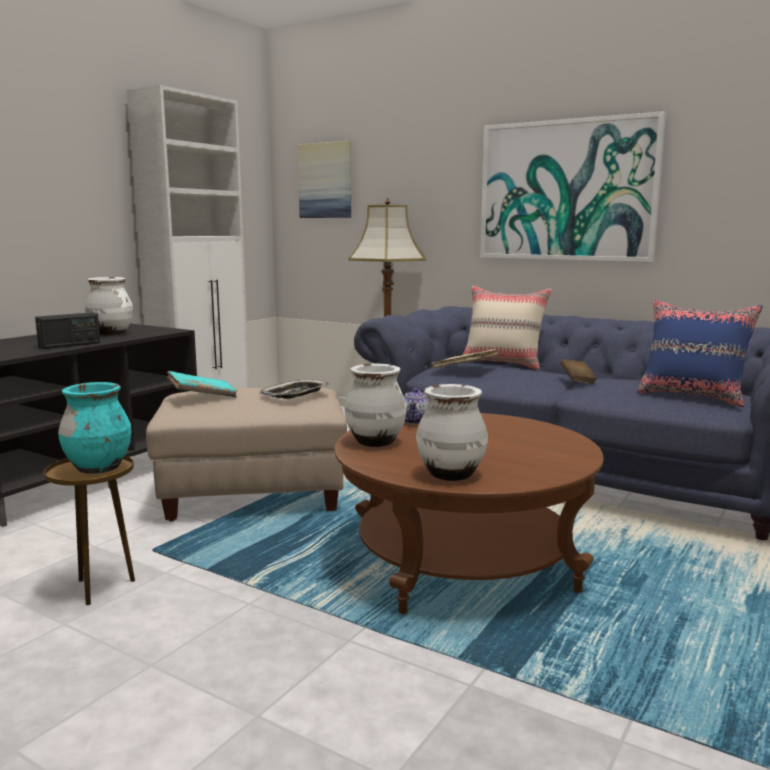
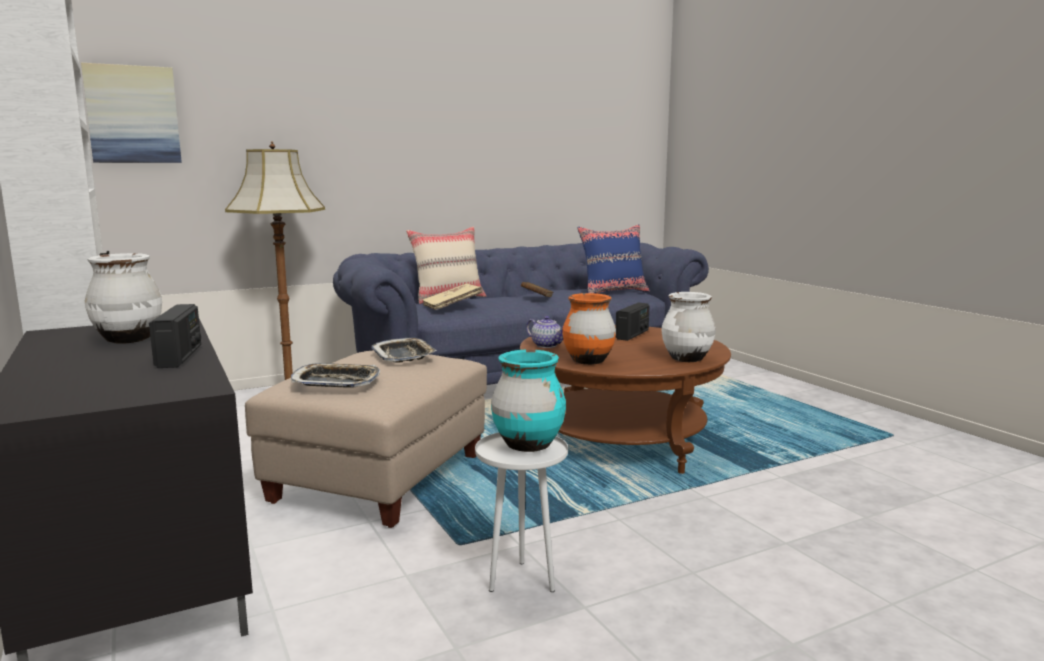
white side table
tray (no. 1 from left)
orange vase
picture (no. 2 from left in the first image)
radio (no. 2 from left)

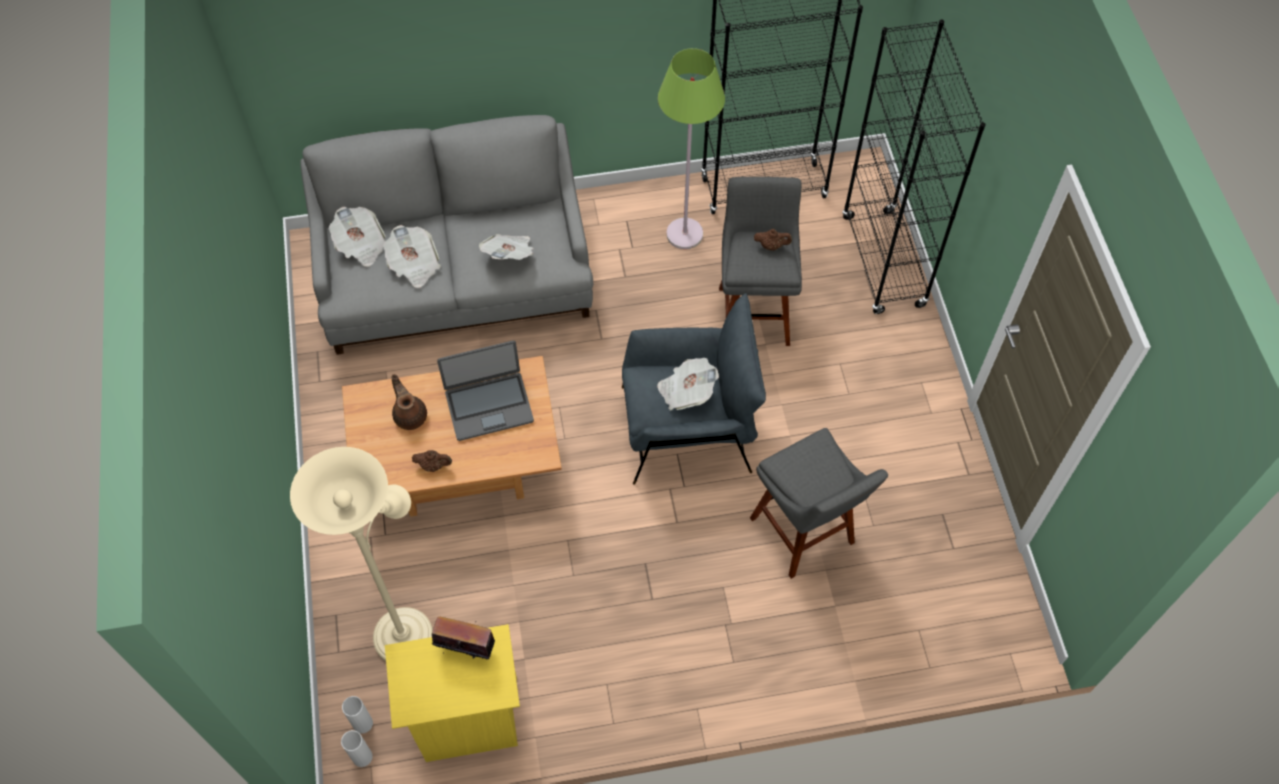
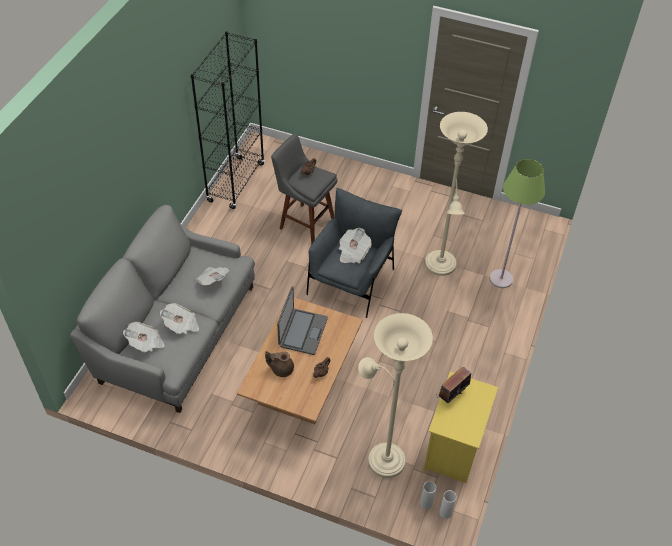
green floor lamp
beige floor lamp (no. 2 from left)
black bookcase (no. 2 from left in the first image)

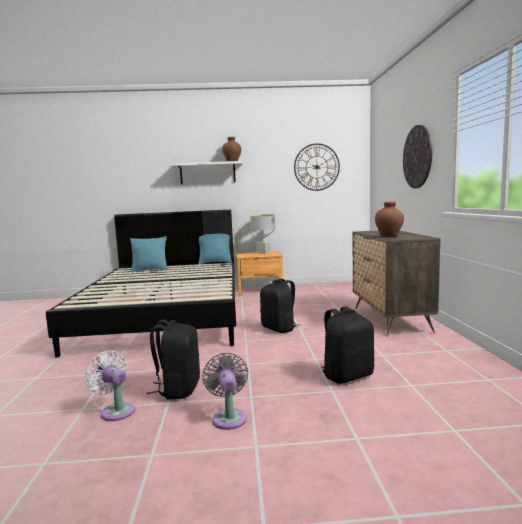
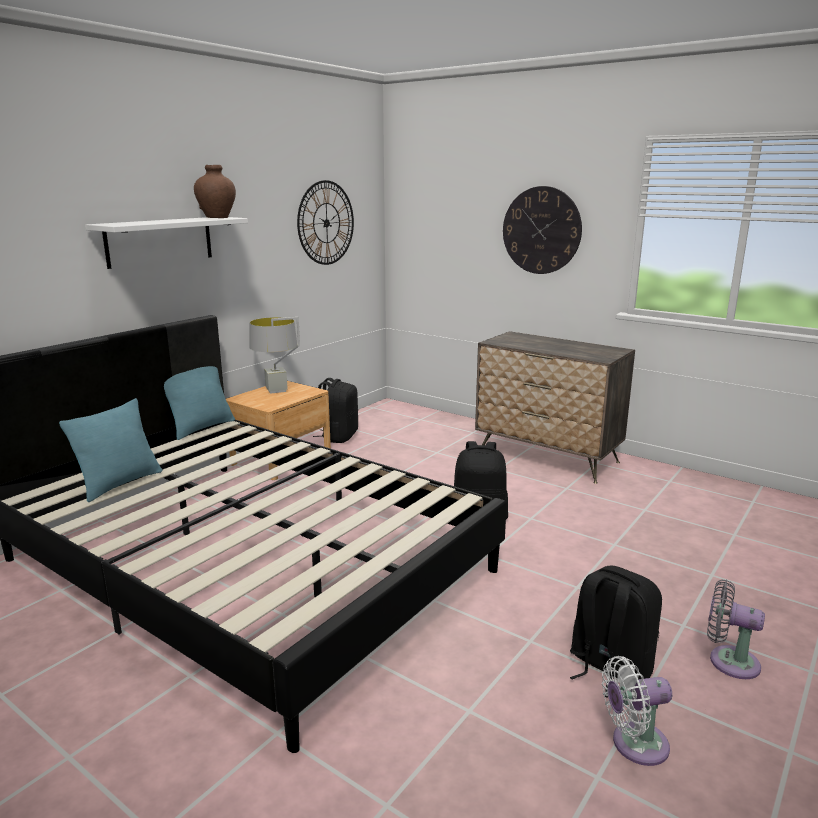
black backpack (no. 1 from left)
brown vase (no. 2 from left in the first image)

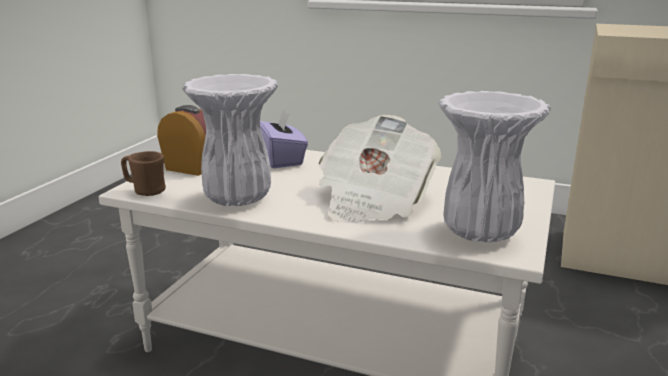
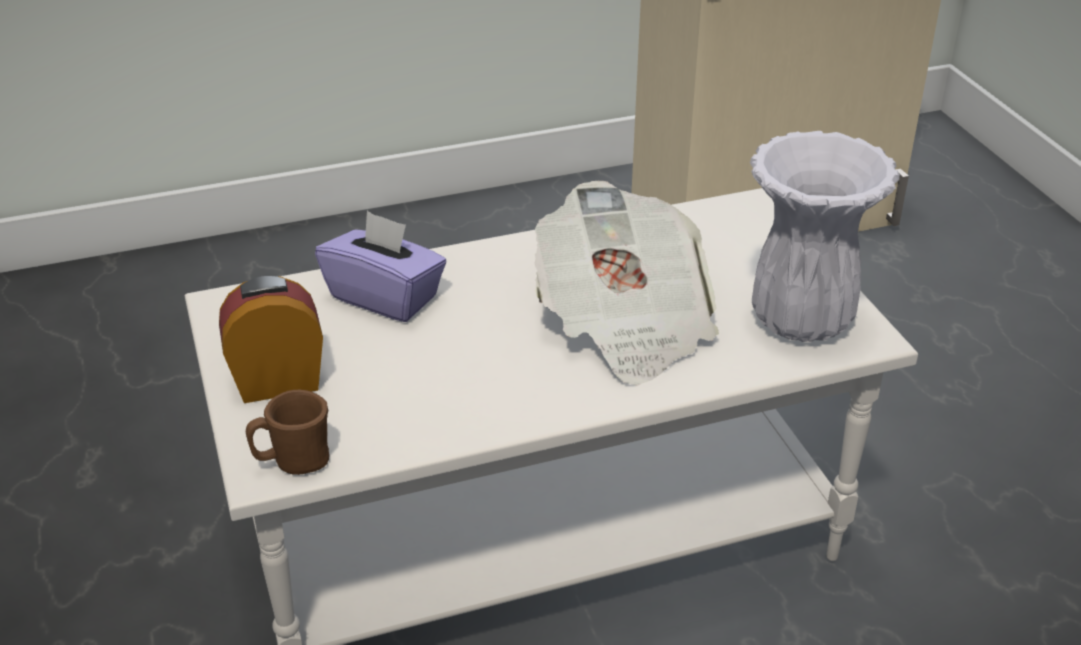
white vase (no. 1 from left in the first image)

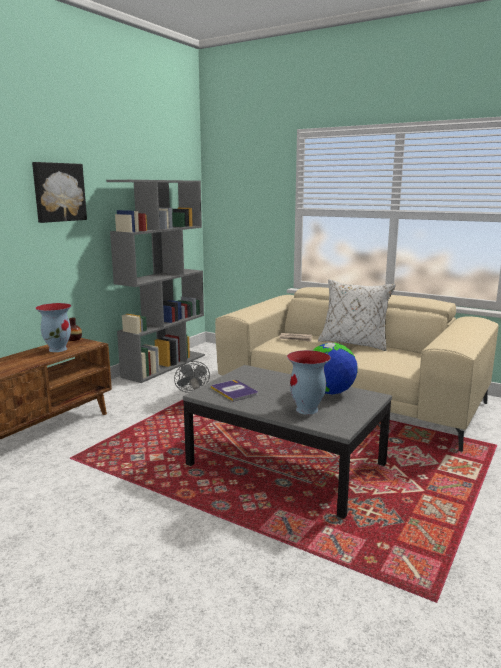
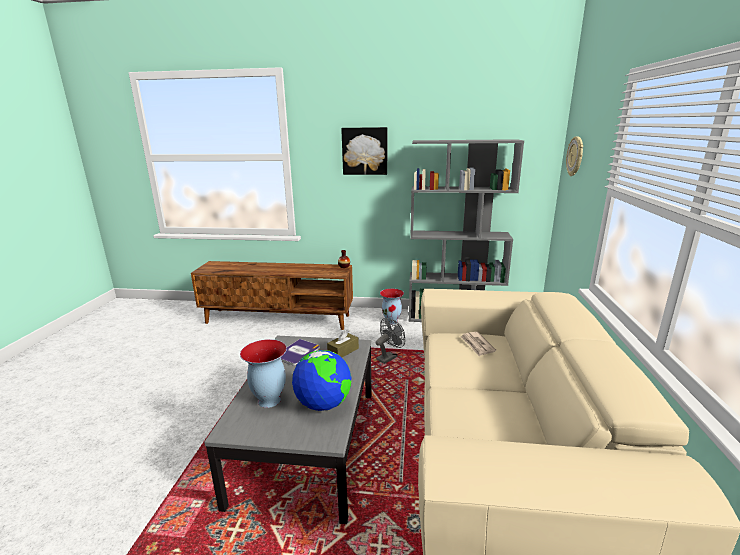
vase (no. 3 from left)
white pillow
brown tissue box
wall clock

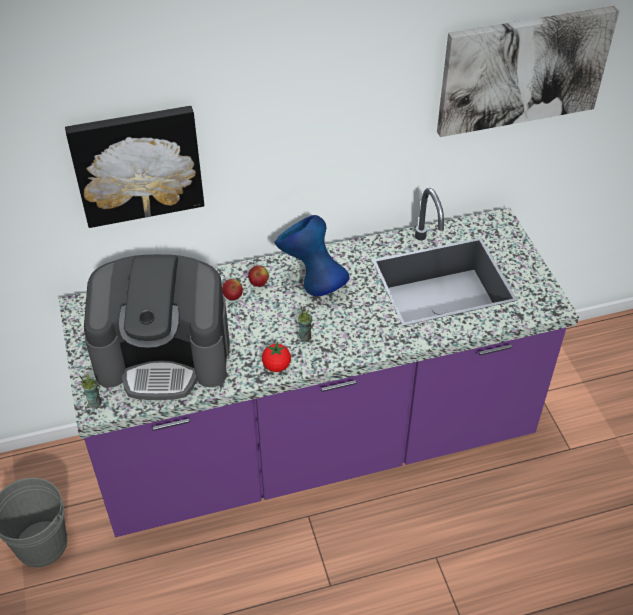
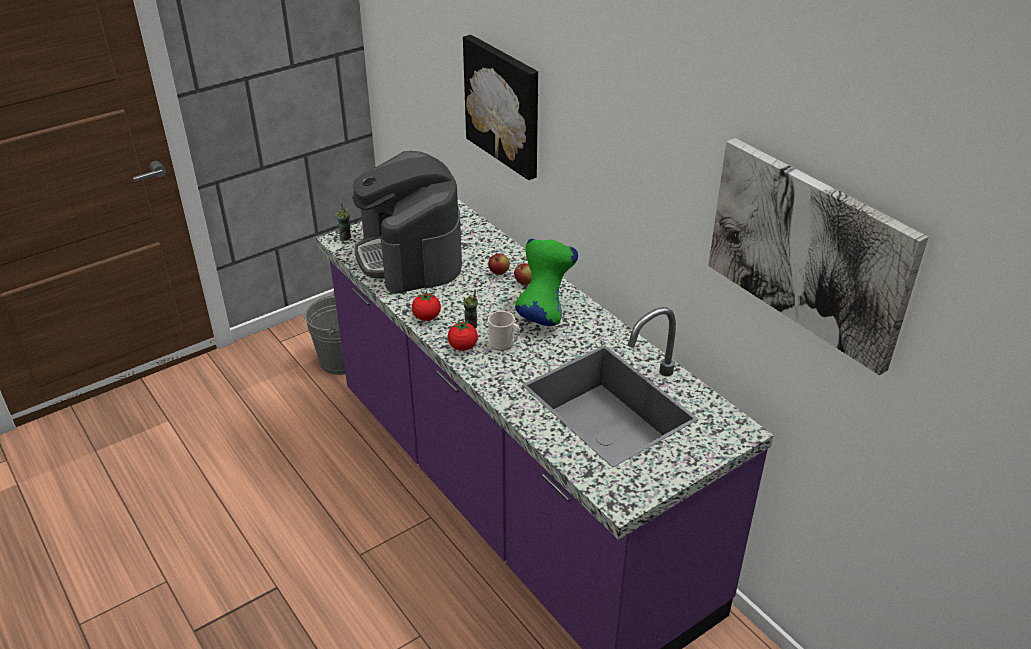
green vase
tomato (no. 2 from left)
mug

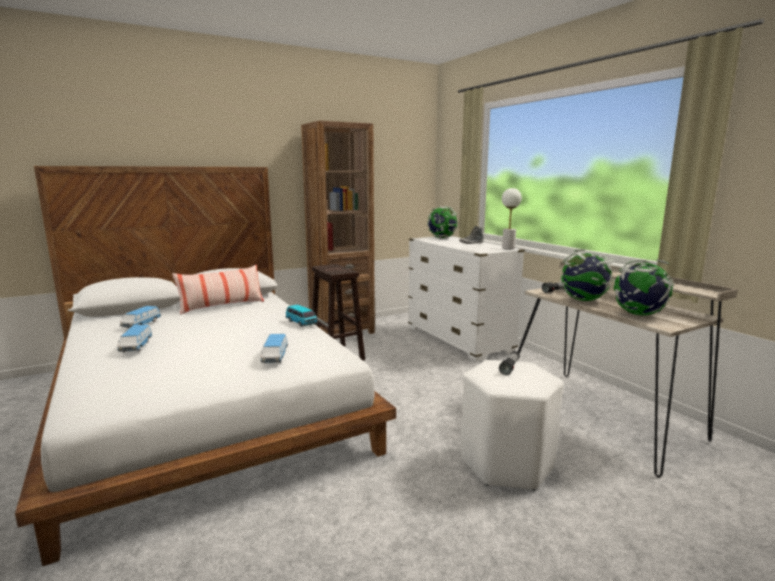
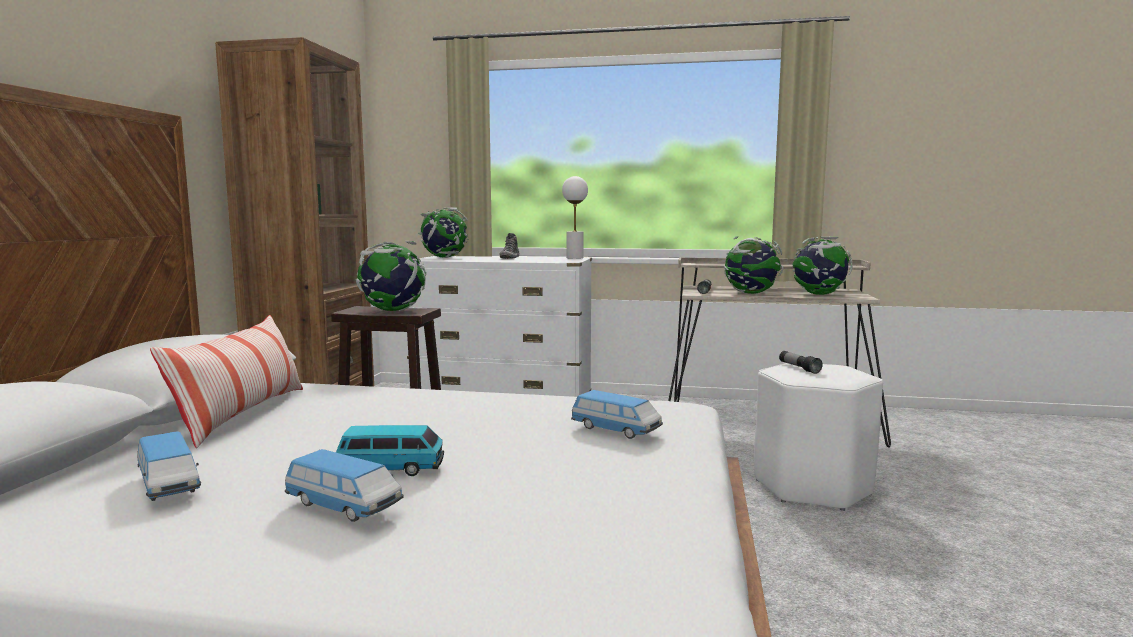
toy car (no. 3 from left)
globe (no. 1 from left)

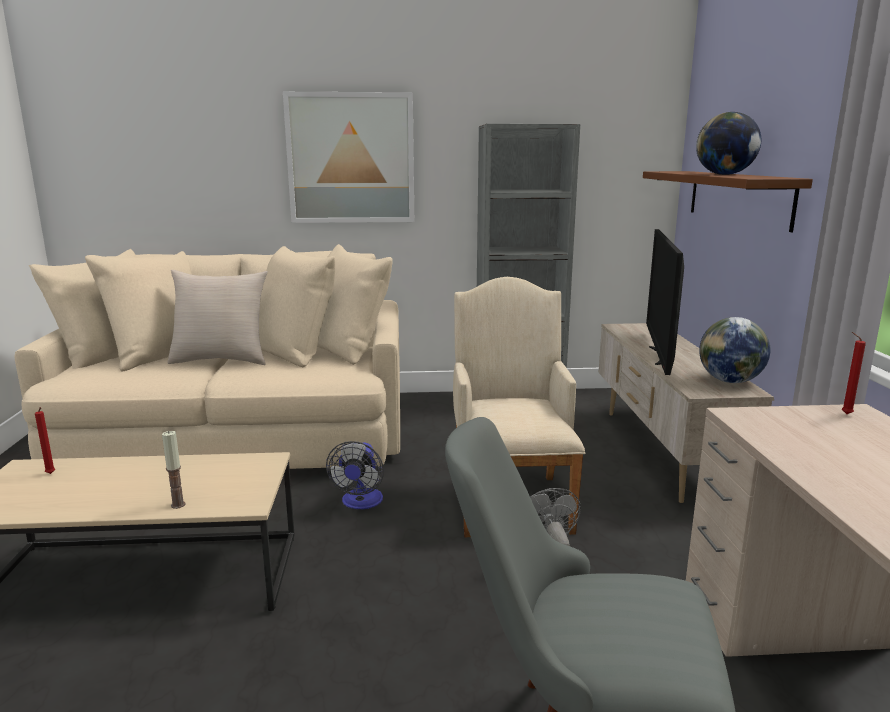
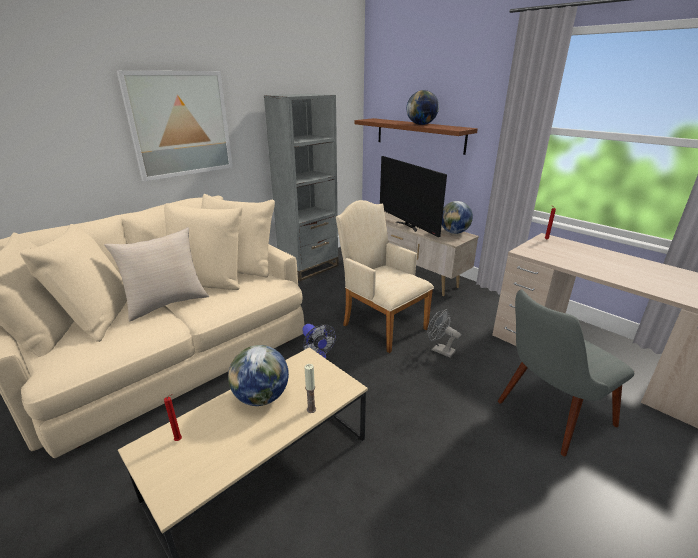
globe (no. 1 from left)

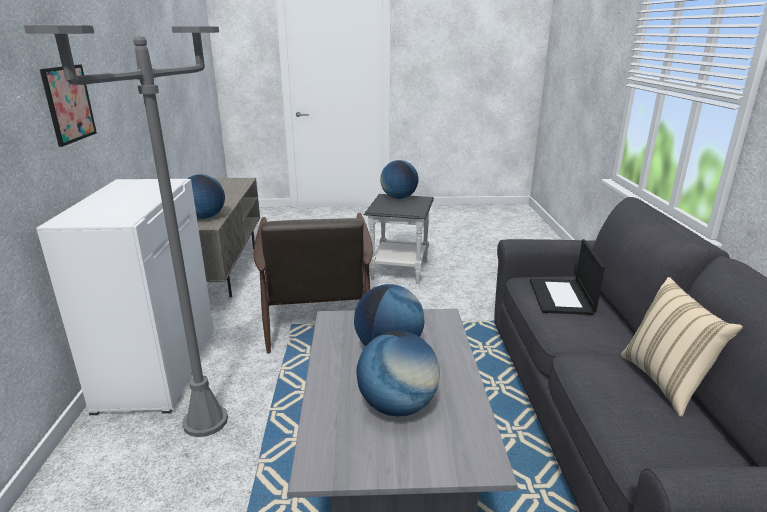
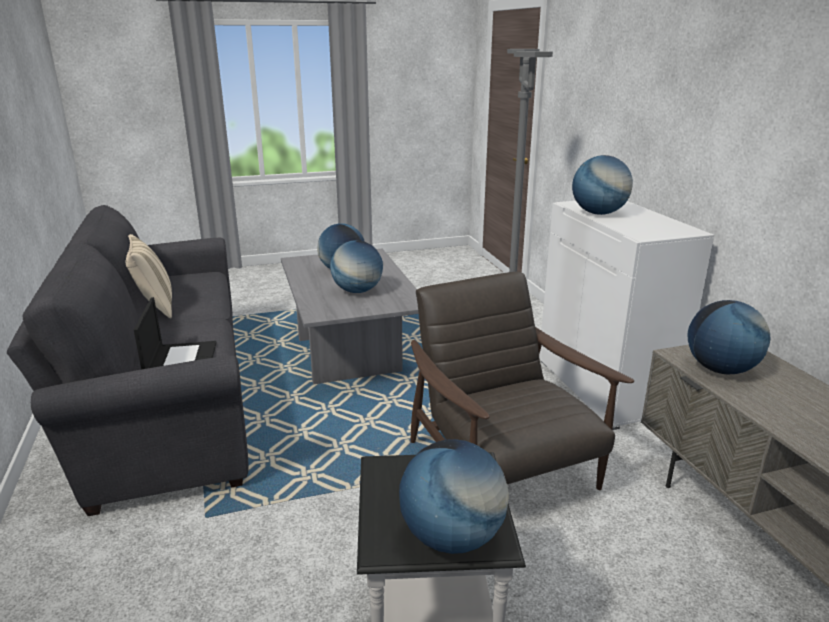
picture
globe (no. 4 from left)

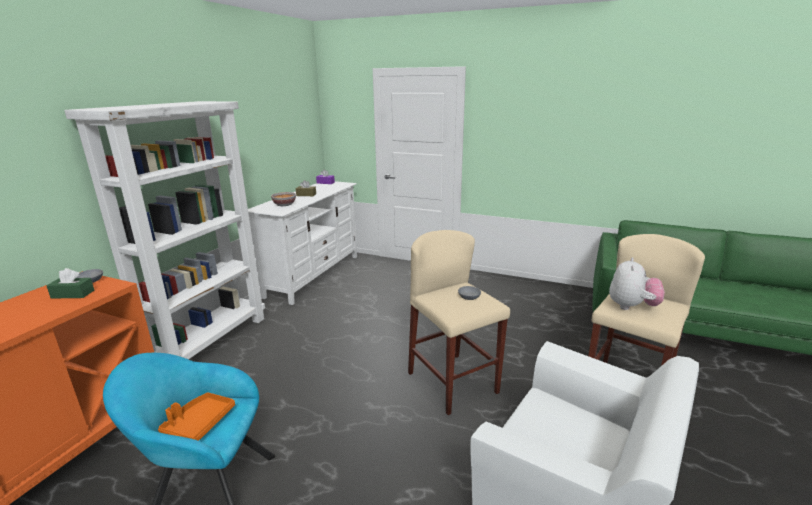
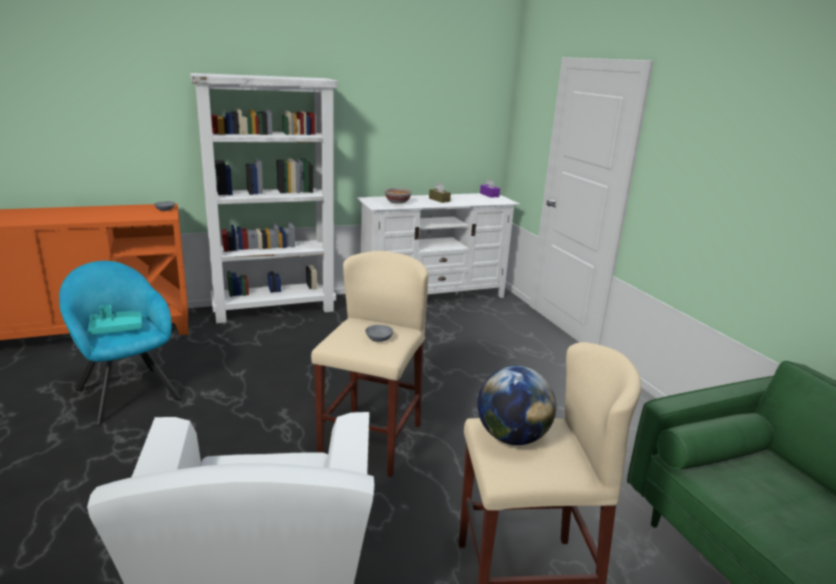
green tissue box
turquoise tray
globe

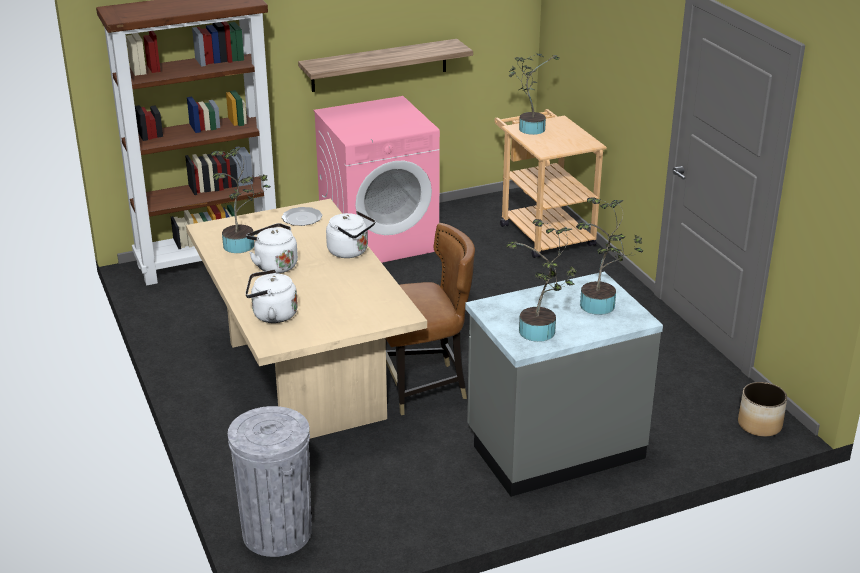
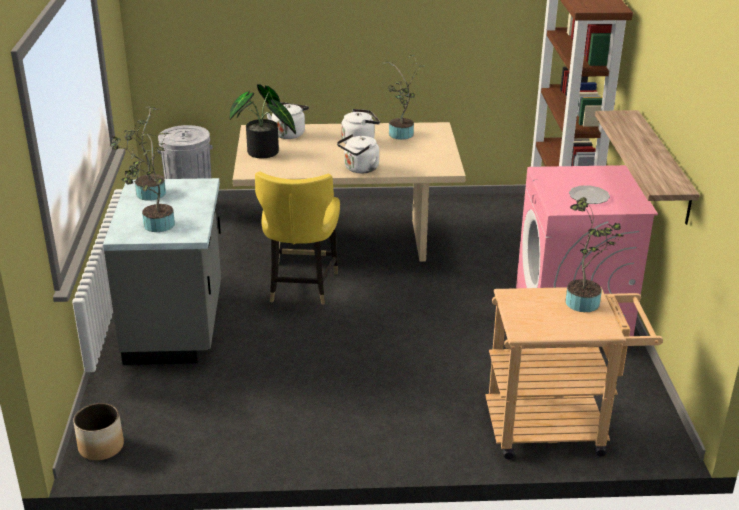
plate
yellow chair
potted plant (no. 3 from left)

